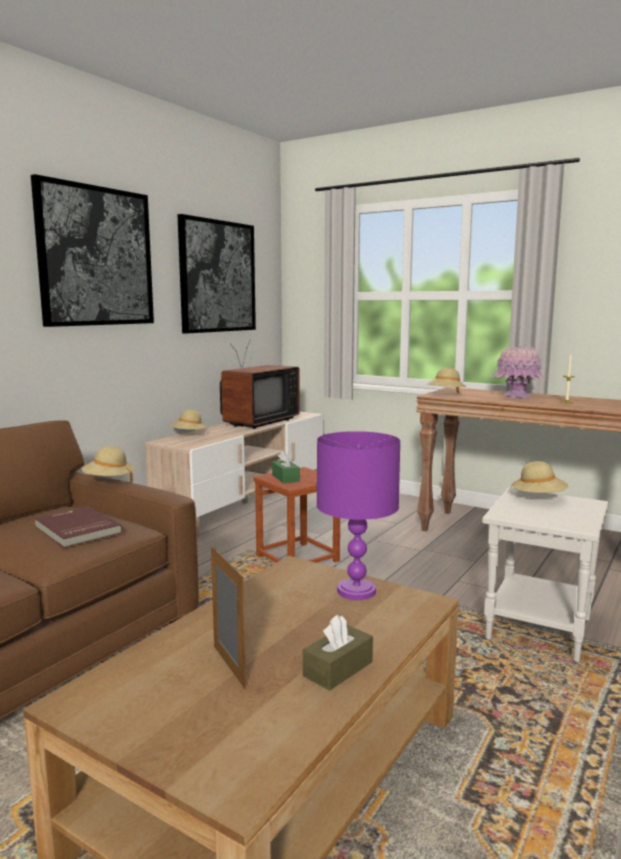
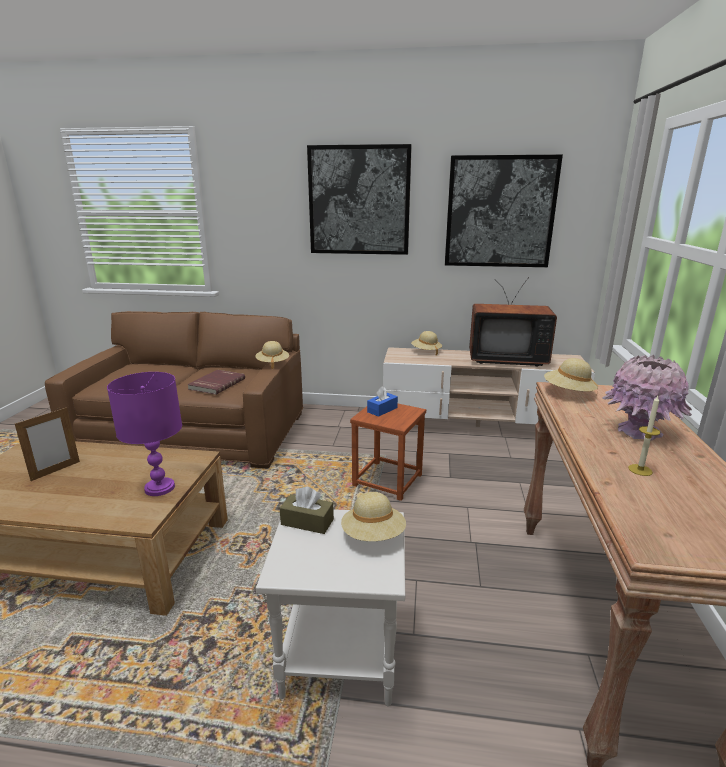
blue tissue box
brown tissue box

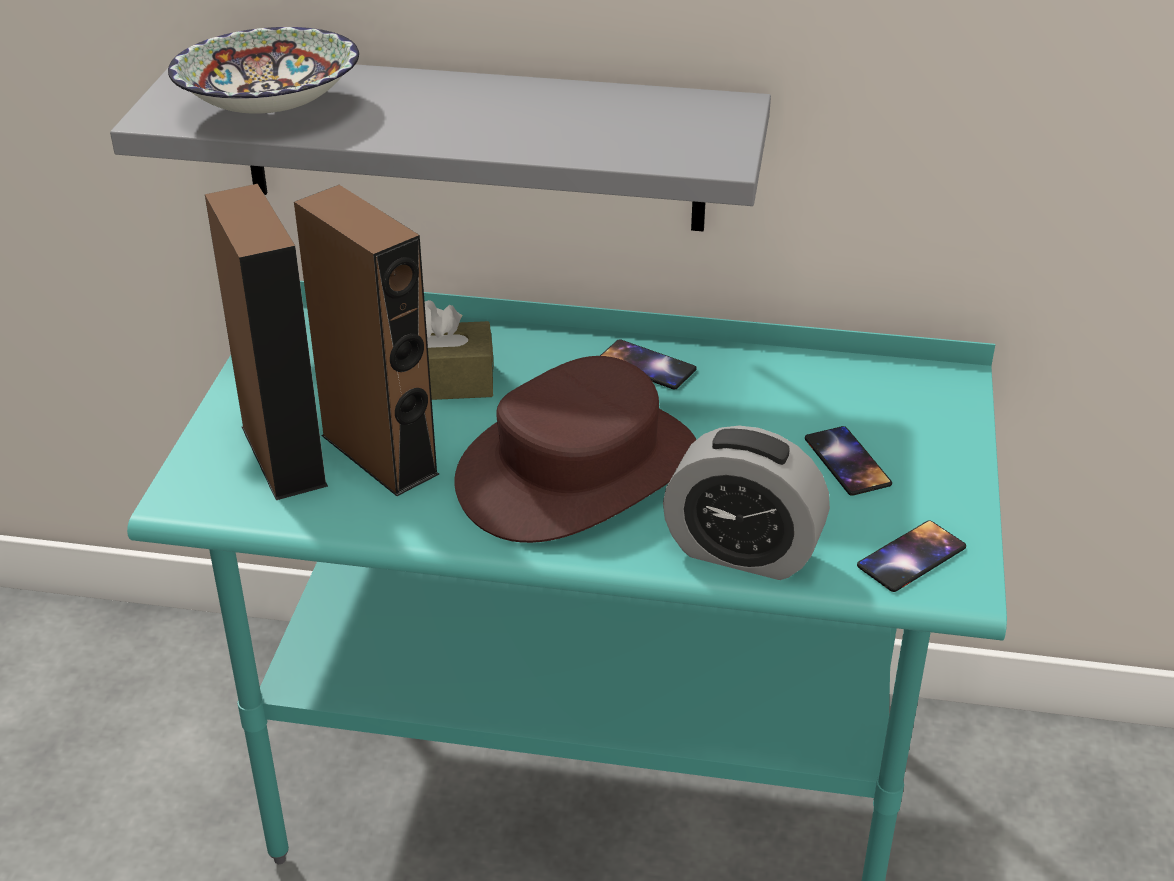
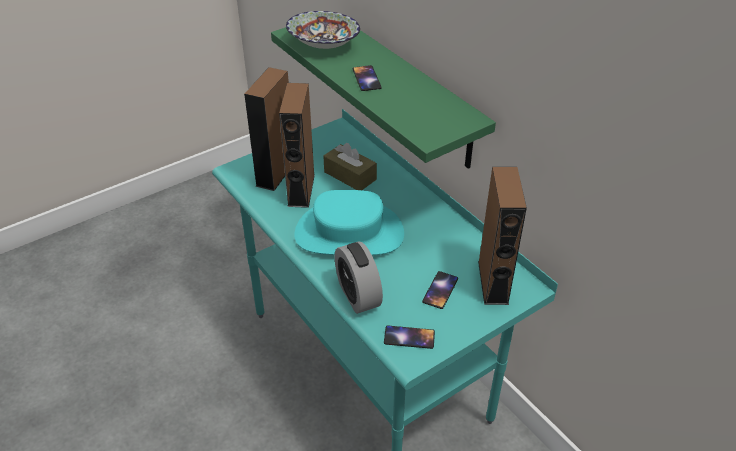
green shelf
turquoise hat
phone (no. 1 from left)
brown speaker (no. 3 from left)

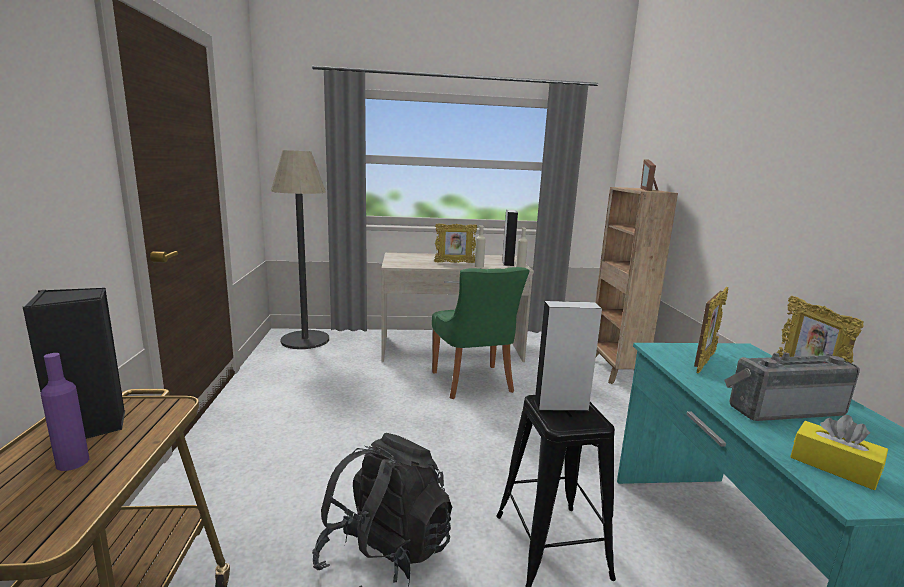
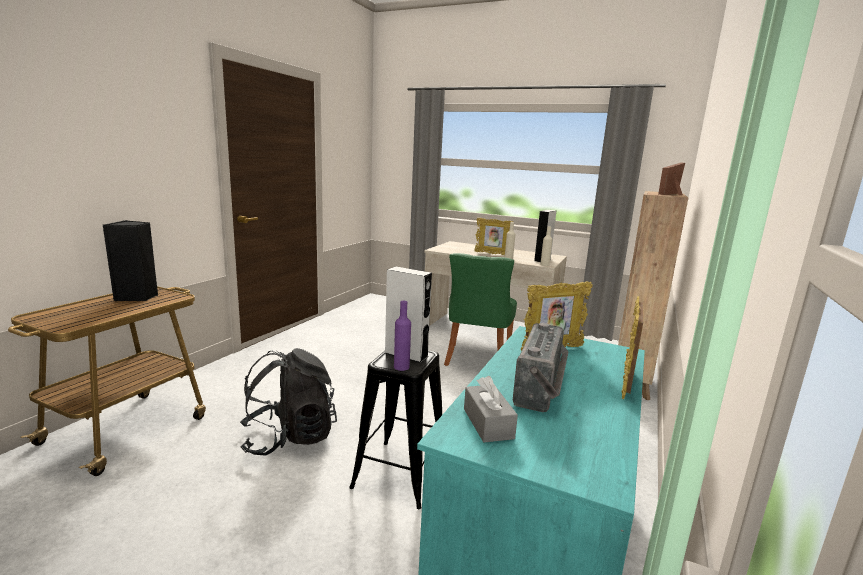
purple bottle
floor lamp
radio
grey tissue box

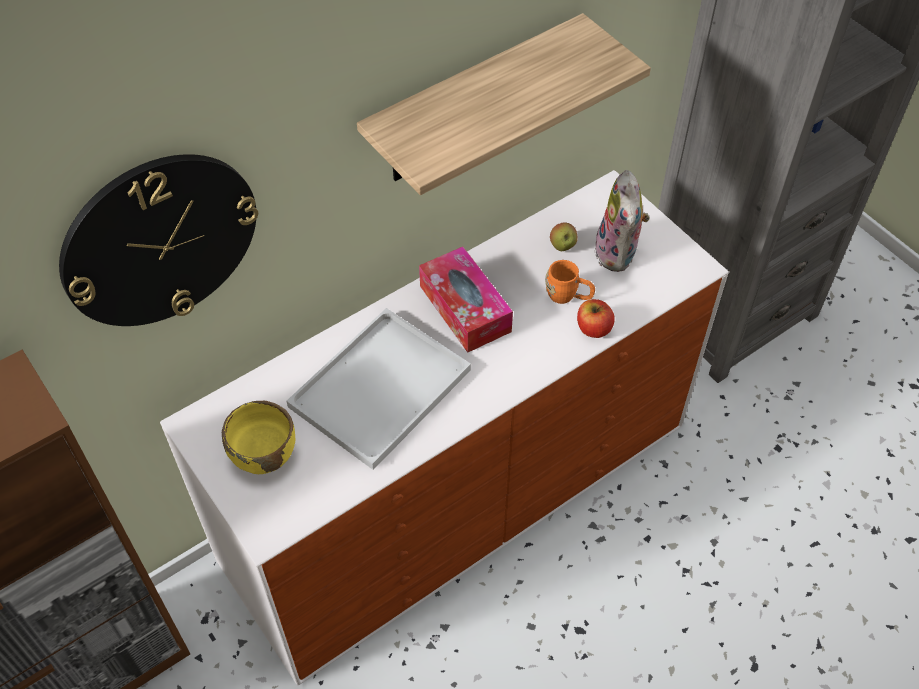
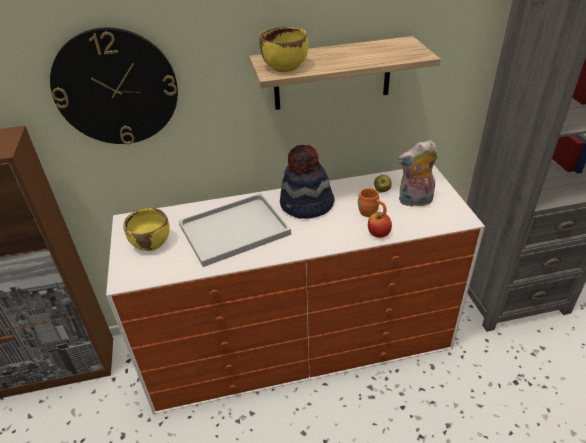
hat
plush toy
yellow bowl (no. 2 from left)

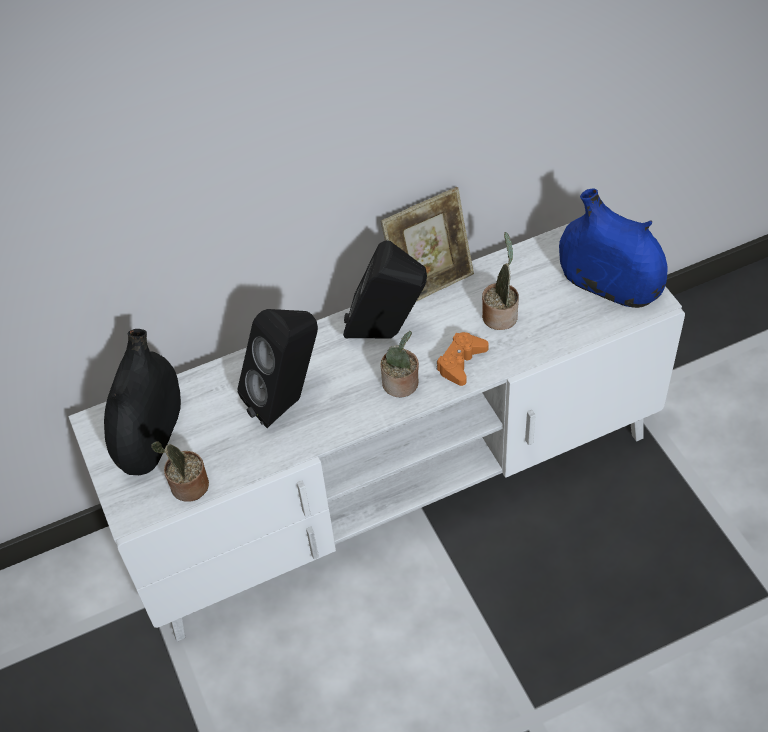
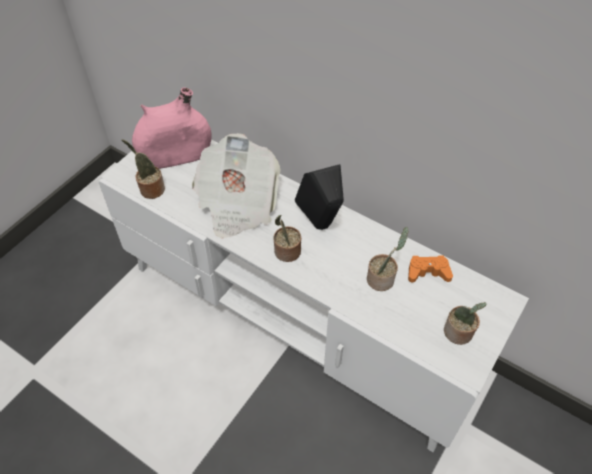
pink vase
newspaper
picture frame
orange game controller
potted plant (no. 4 from left)

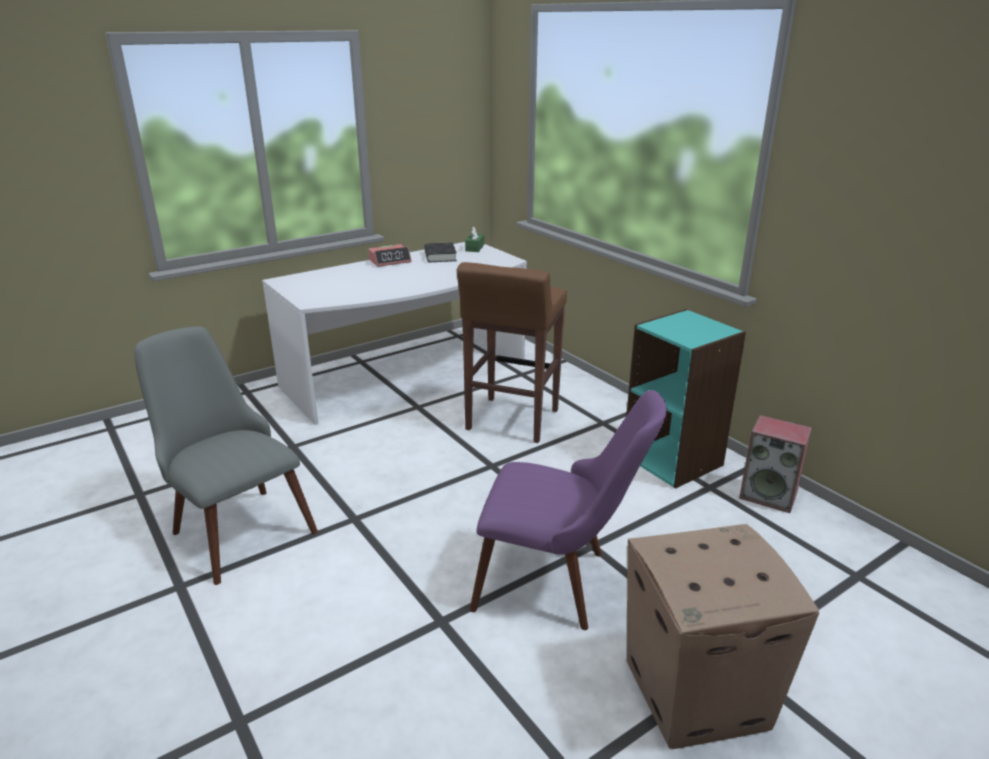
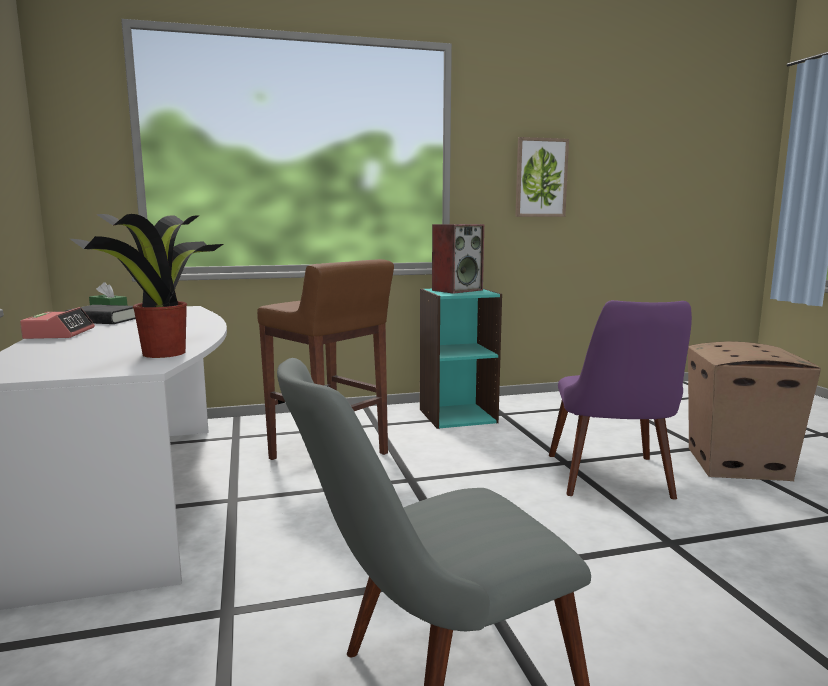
purple chair
speaker
potted plant
picture

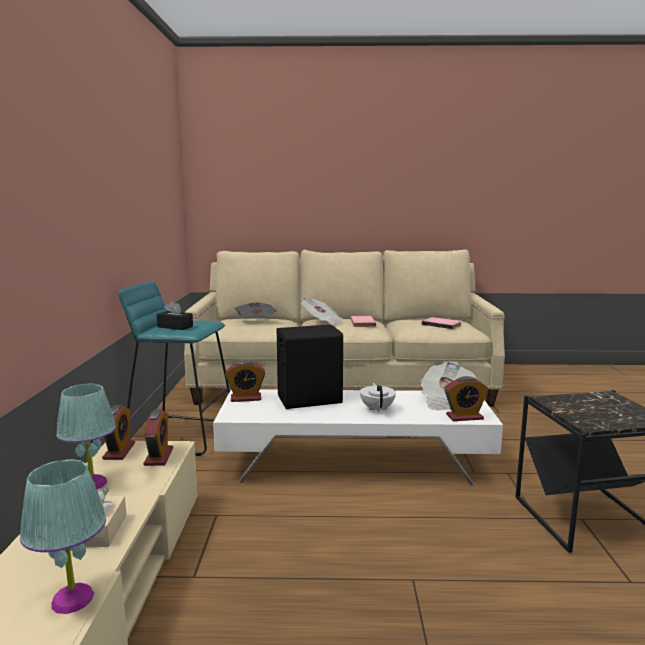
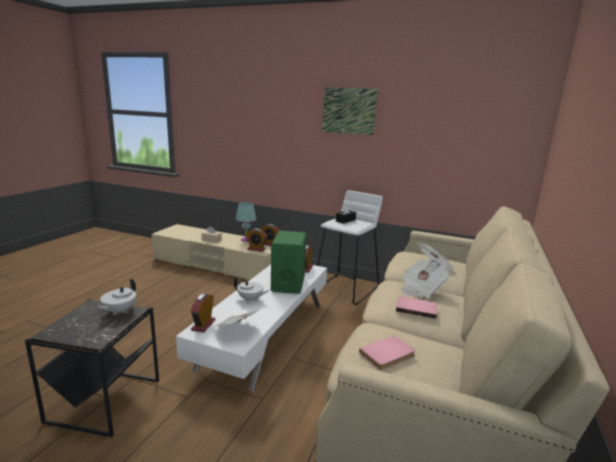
turquoise table lamp (no. 1 from left in the first image)
white stool
green speaker
white teapot (no. 1 from left)
picture

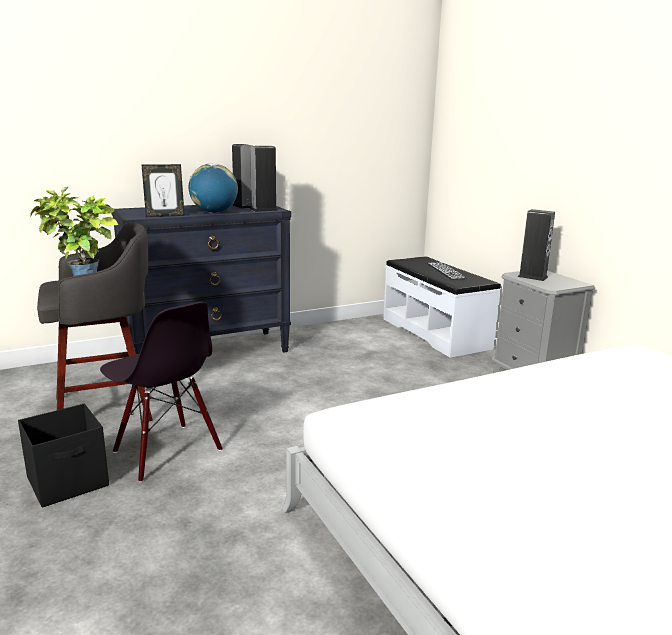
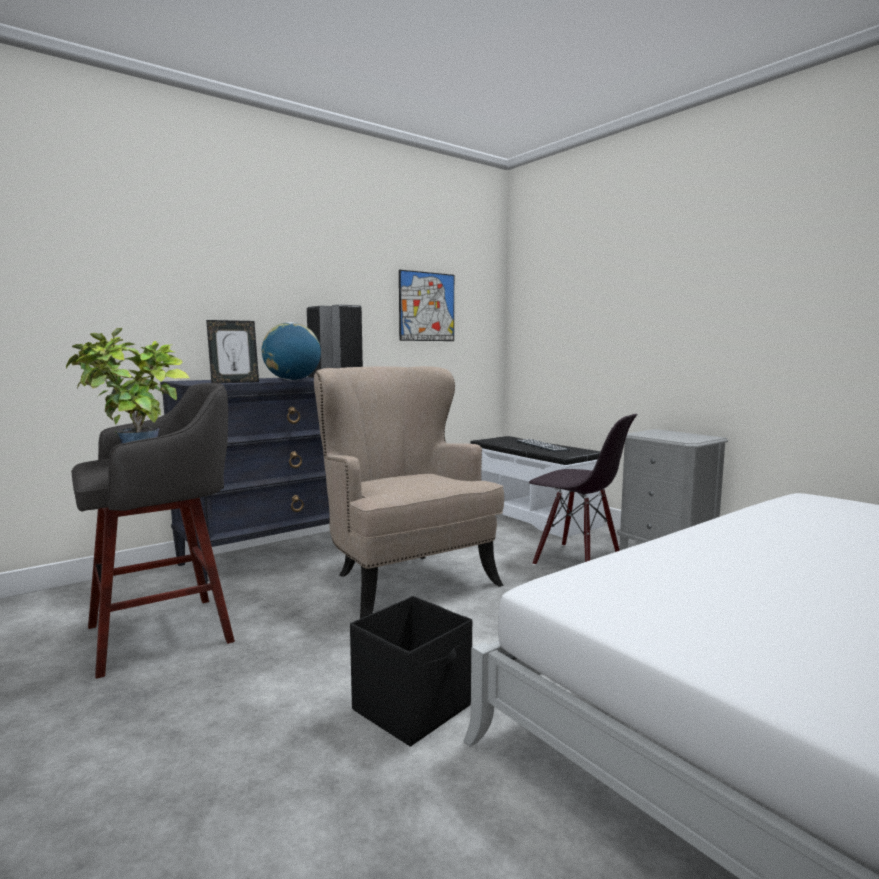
black storage box
black chair
speaker (no. 3 from left in the first image)
beige armchair
picture

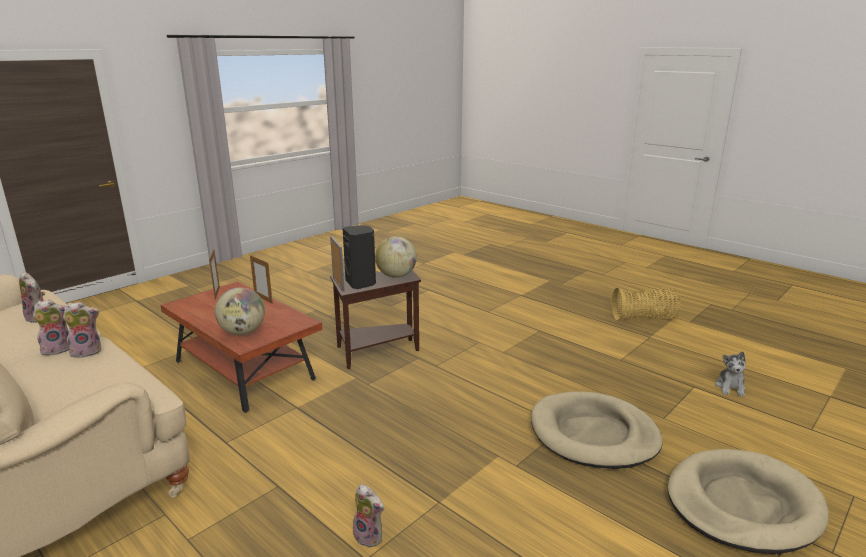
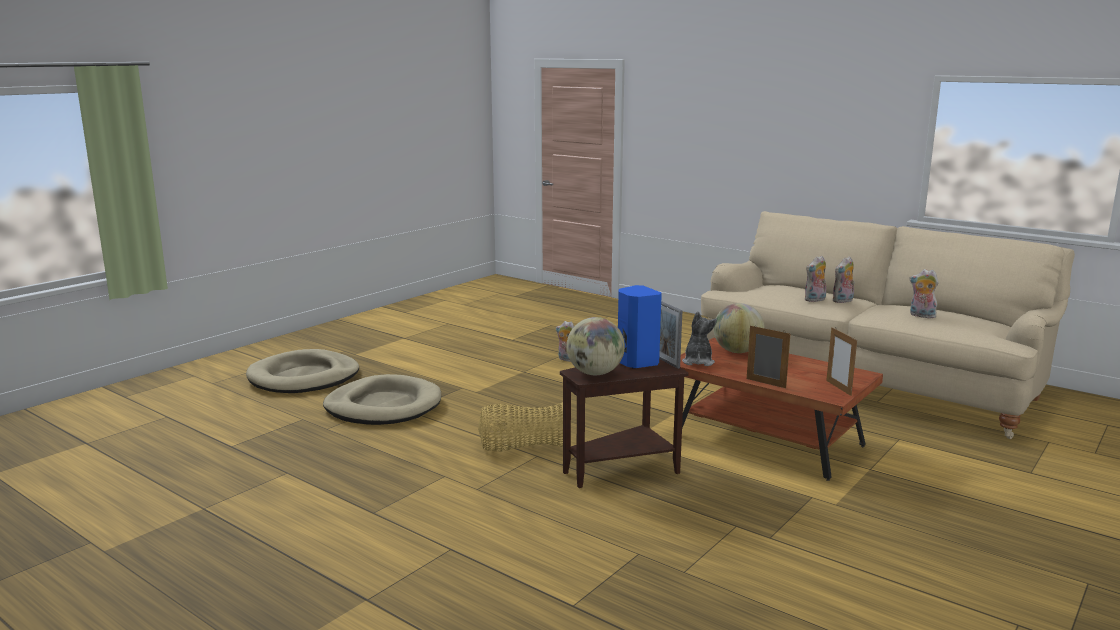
blue speaker
basket
plush toy (no. 2 from left)

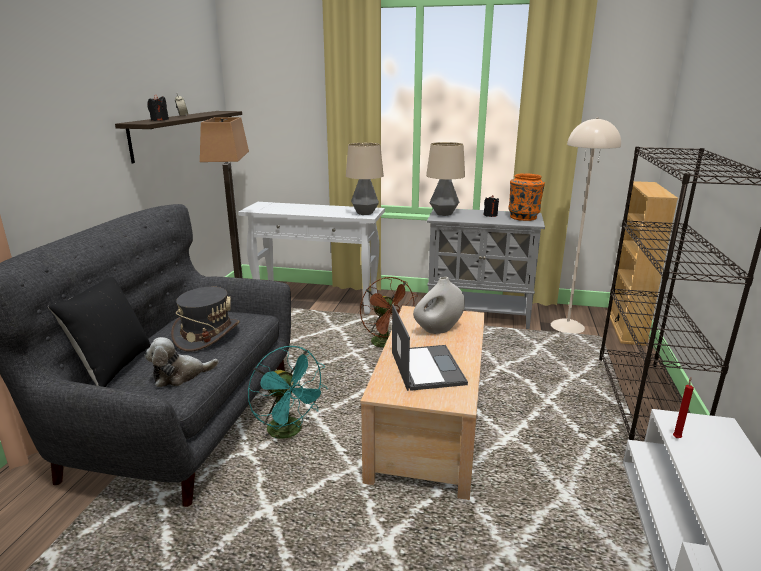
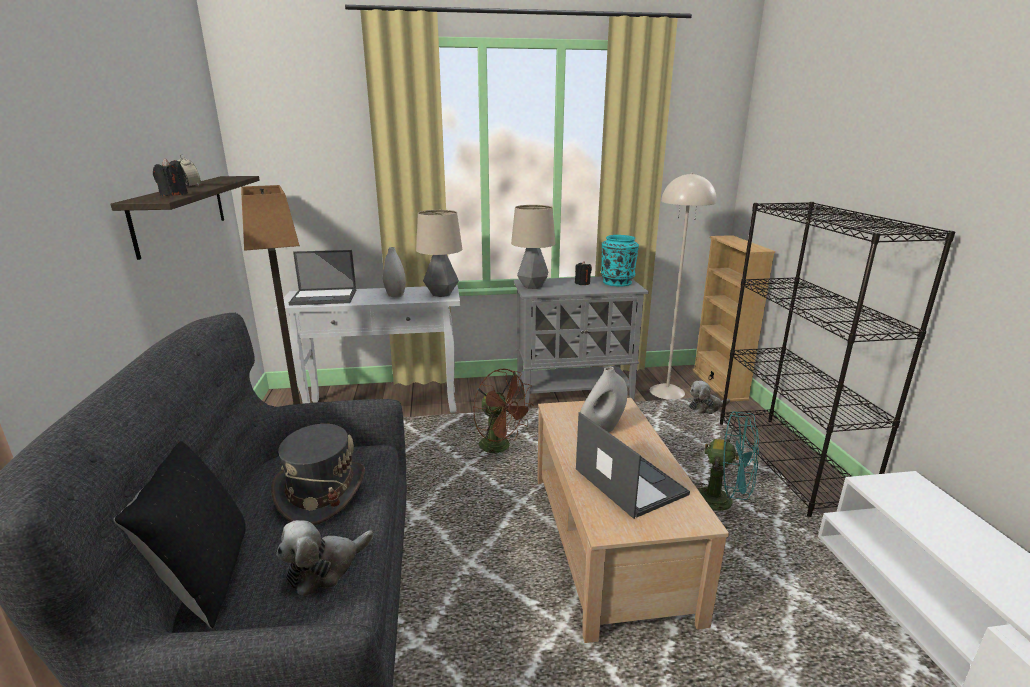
turquoise fan
turquoise vase
red candle
laptop (no. 1 from left)
white vase (no. 1 from left)
plush toy (no. 2 from left)

